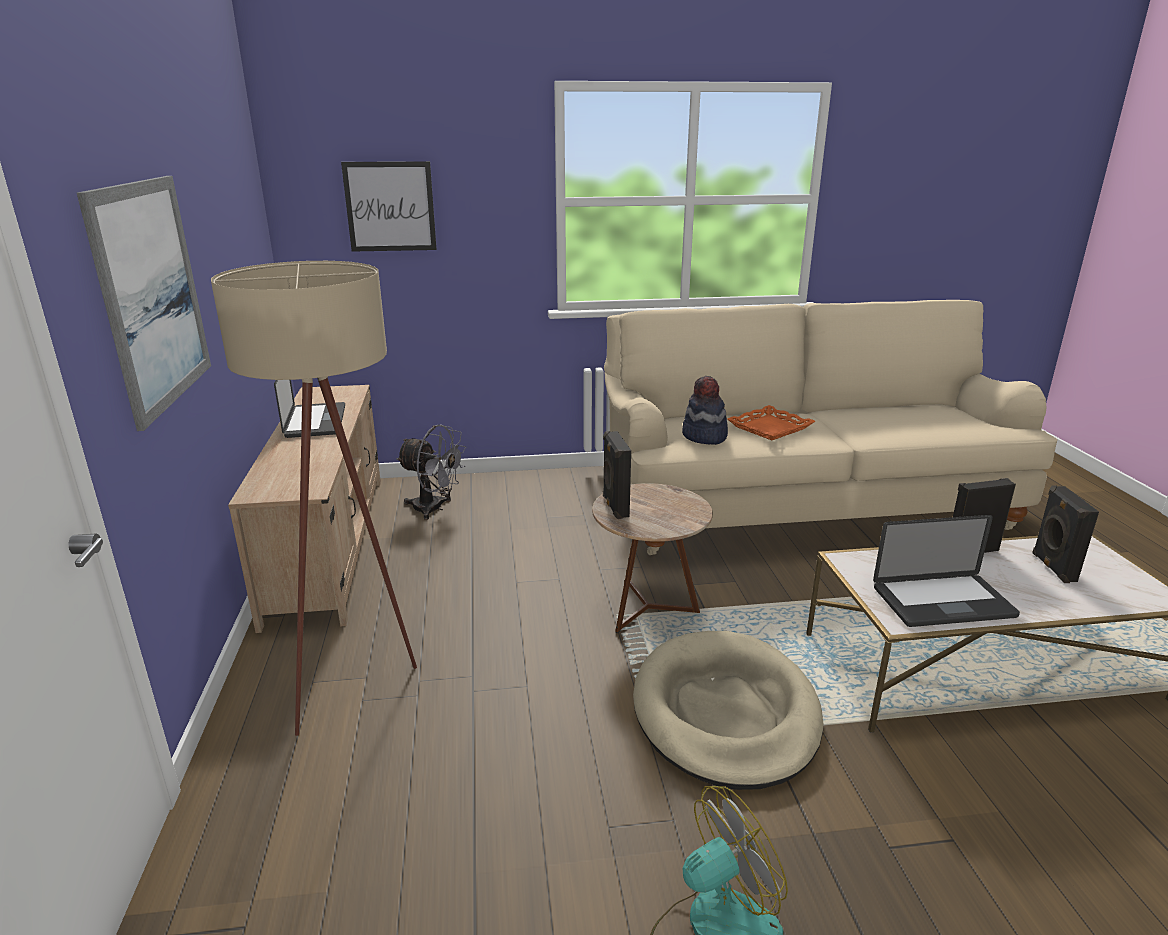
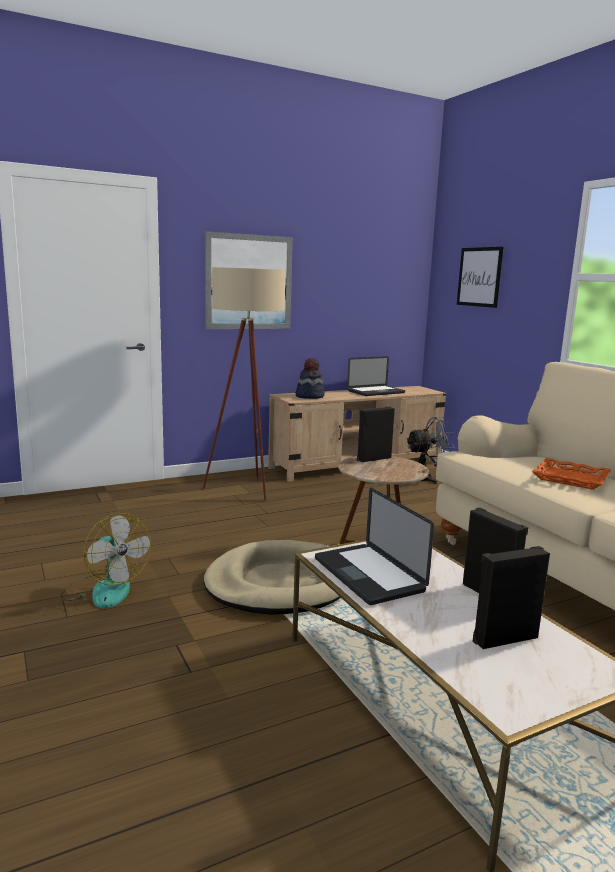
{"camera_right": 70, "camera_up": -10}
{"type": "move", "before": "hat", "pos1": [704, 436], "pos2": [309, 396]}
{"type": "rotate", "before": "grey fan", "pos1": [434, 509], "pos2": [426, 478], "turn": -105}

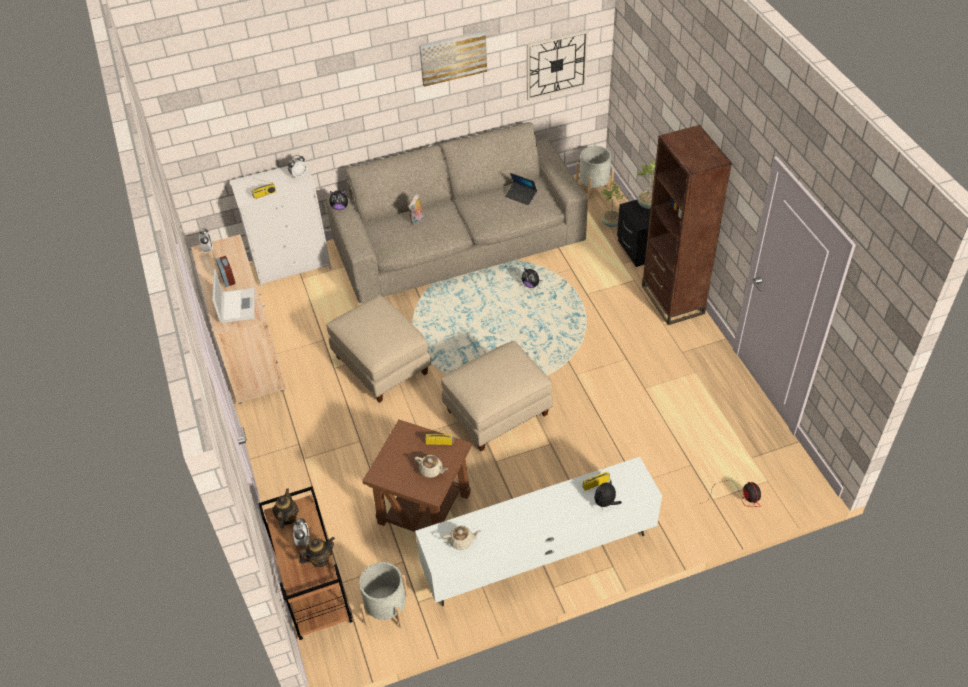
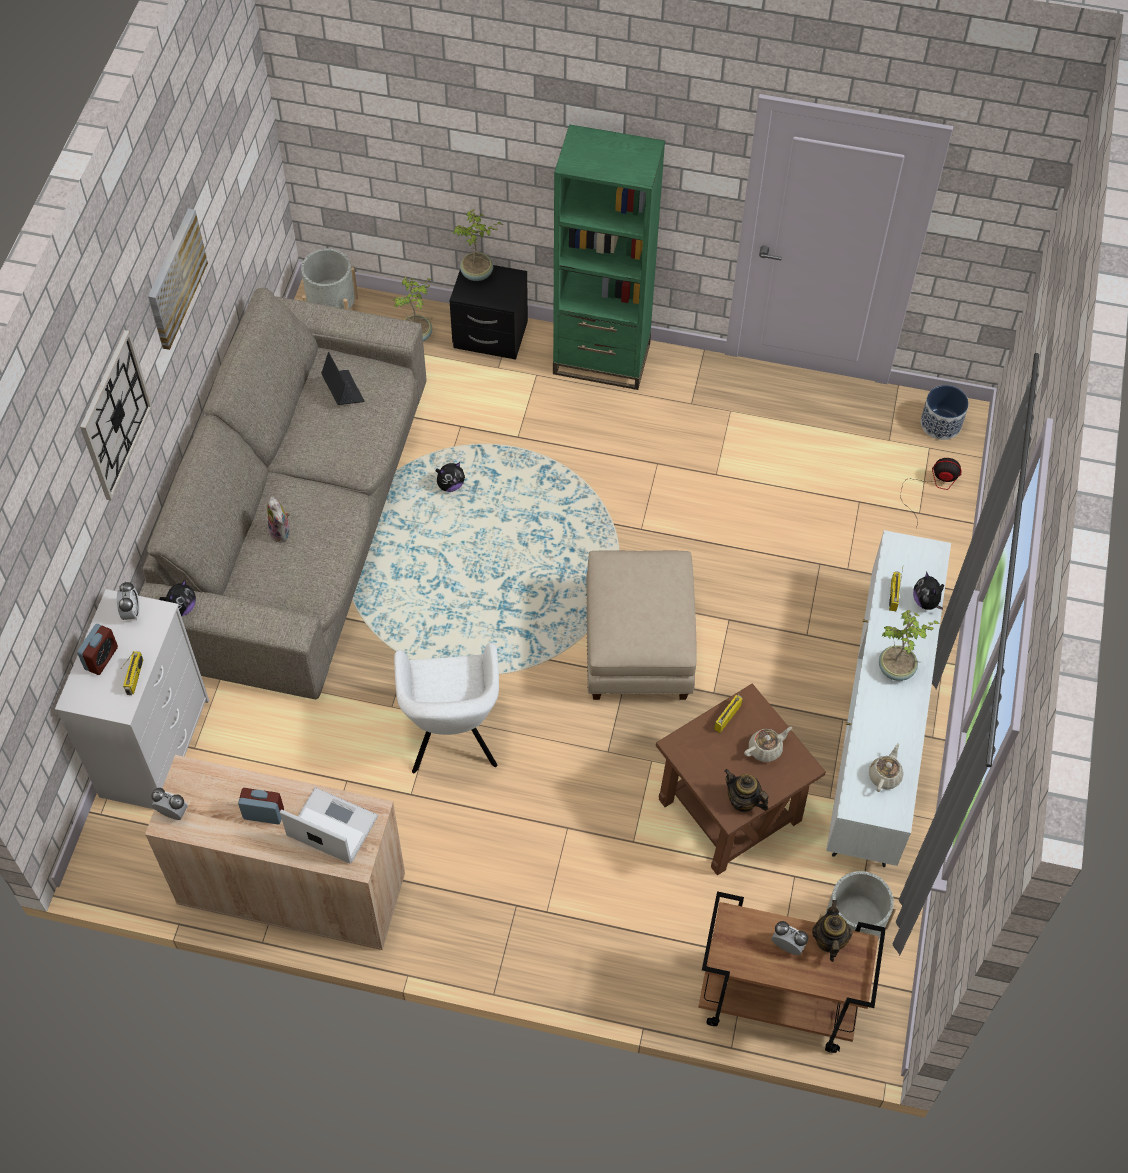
{"camera_right": -60, "camera_up": 10}
{"type": "insert", "after": "alarm clock", "pos2": [101, 658]}
{"type": "move", "before": "wall clock", "pos1": [556, 65], "pos2": [115, 415]}
{"type": "rotate", "before": "laptop", "pos1": [521, 196], "pos2": [343, 390], "turn": -90}
{"type": "replace", "before": "beige ottoman", "after": "white armchair", "pos1": [380, 365], "pos2": [452, 735]}
{"type": "recolor", "before": "brown bookcase", "after": "green bookcase", "pos1": [672, 300], "pos2": [601, 359]}
{"type": "move", "before": "teapot", "pos1": [287, 517], "pos2": [743, 801]}
{"type": "insert", "after": "potted plant", "pos2": [897, 669]}
{"type": "insert", "after": "planter", "pos2": [940, 424]}

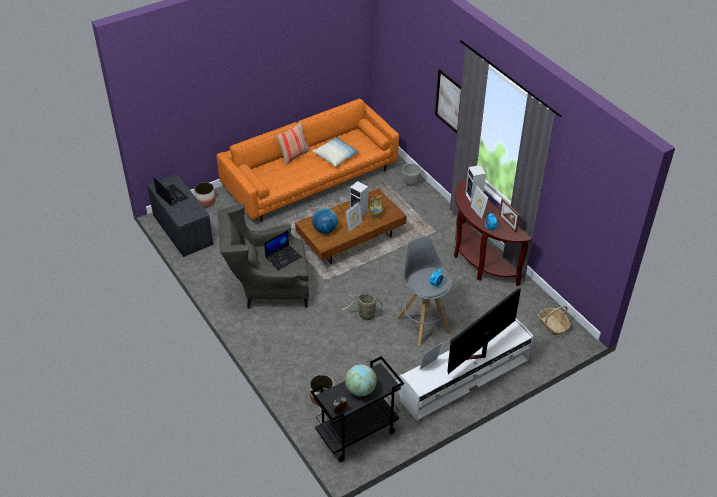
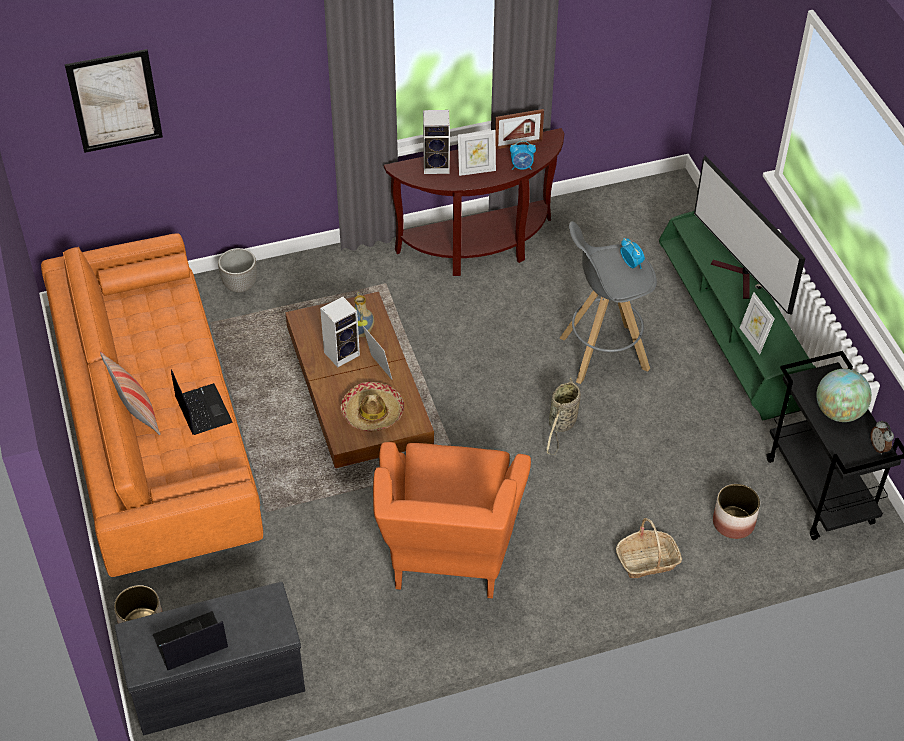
{"camera_right": -75, "camera_up": 5}
{"type": "move", "before": "picture", "pos1": [449, 102], "pos2": [115, 101]}
{"type": "move", "before": "laptop", "pos1": [283, 257], "pos2": [202, 409]}
{"type": "replace", "before": "globe", "after": "hat", "pos1": [325, 230], "pos2": [372, 413]}
{"type": "recolor", "before": "grey armchair", "after": "orange armchair", "pos1": [267, 288], "pos2": [449, 556]}
{"type": "move", "before": "basket", "pos1": [553, 325], "pos2": [647, 561]}
{"type": "recolor", "before": "white tv stand", "after": "green tv stand", "pos1": [462, 377], "pos2": [727, 334]}
{"type": "delete", "before": "pillow", "pos1": [336, 156]}

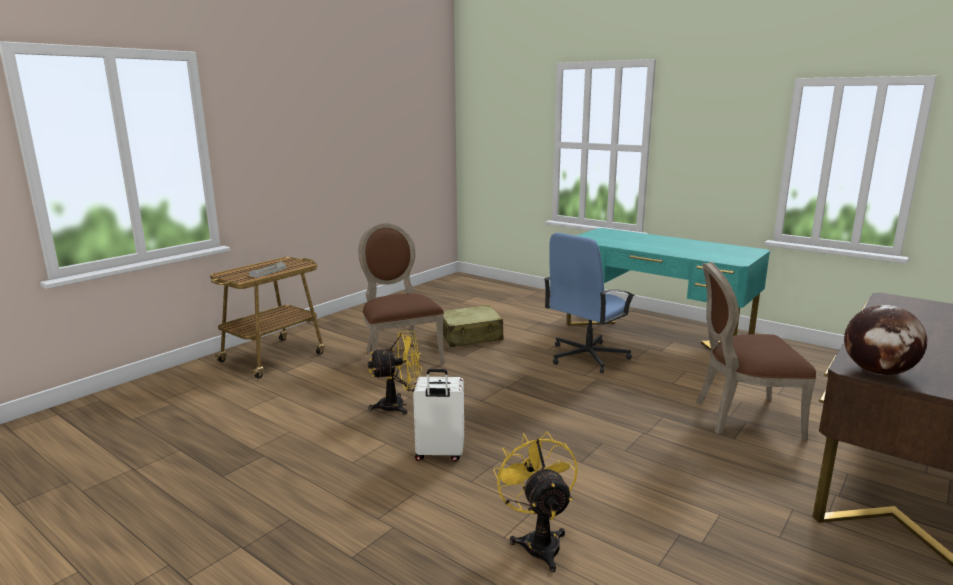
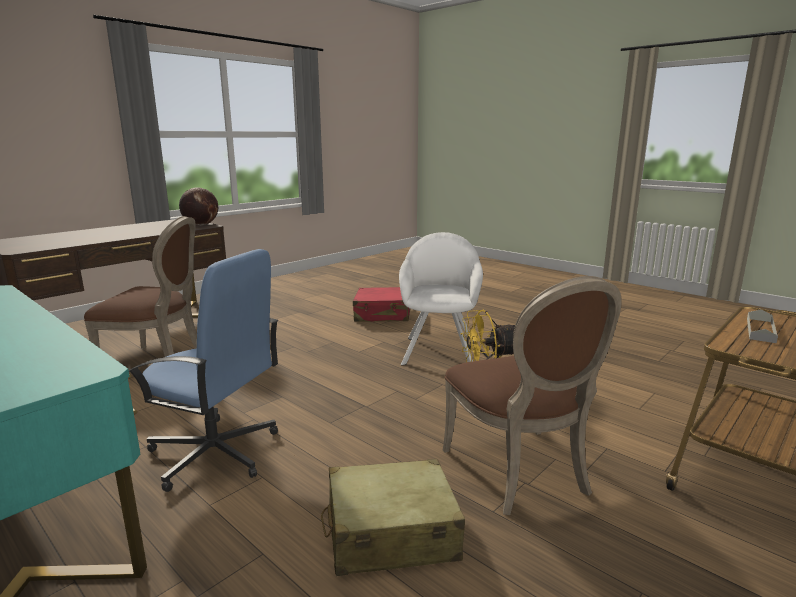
{"camera_right": -175, "camera_up": 0}
{"type": "rotate", "before": "blue office chair", "pos1": [586, 357], "pos2": [215, 453], "turn": 60}
{"type": "replace", "before": "yellow fan", "after": "red suitcase", "pos1": [538, 541], "pos2": [383, 314]}
{"type": "replace", "before": "white suitcase", "after": "white armchair", "pos1": [439, 454], "pos2": [439, 350]}

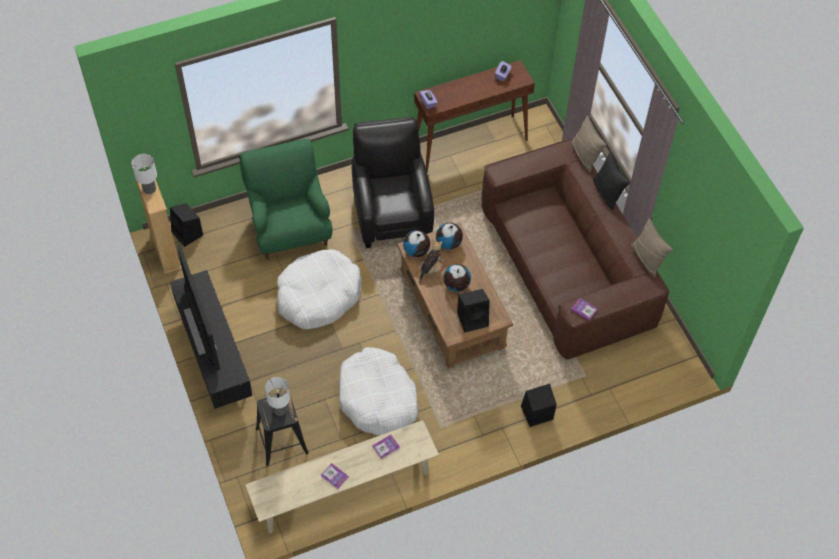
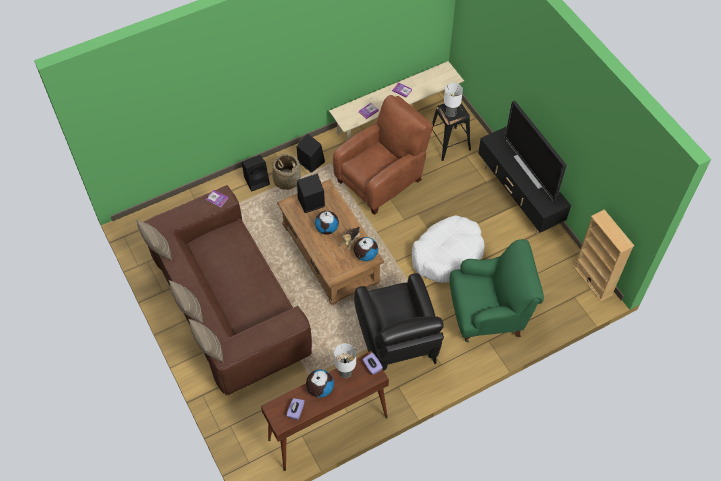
{"camera_right": 175, "camera_up": 0}
{"type": "recolor", "before": "black pillow", "after": "beige pillow", "pos1": [607, 192], "pos2": [189, 310]}
{"type": "insert", "after": "basket", "pos2": [287, 180]}
{"type": "move", "before": "black speaker", "pos1": [188, 234], "pos2": [310, 161]}
{"type": "move", "before": "globe", "pos1": [449, 243], "pos2": [320, 389]}
{"type": "replace", "before": "white dog bed", "after": "brown armchair", "pos1": [378, 398], "pos2": [382, 179]}
{"type": "move", "before": "table lamp", "pos1": [149, 189], "pos2": [345, 372]}
{"type": "rotate", "before": "green armchair", "pos1": [290, 228], "pos2": [488, 314], "turn": -75}

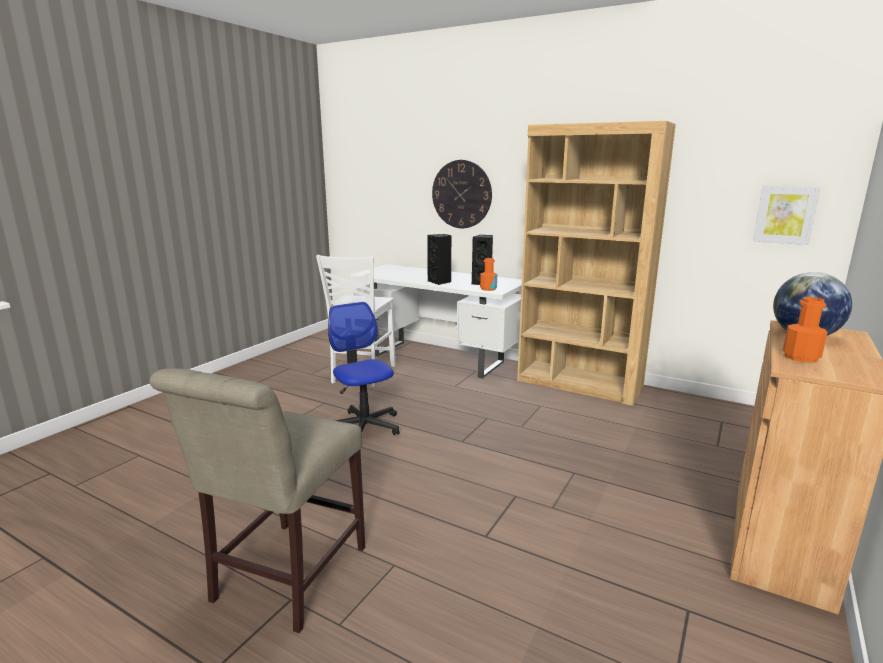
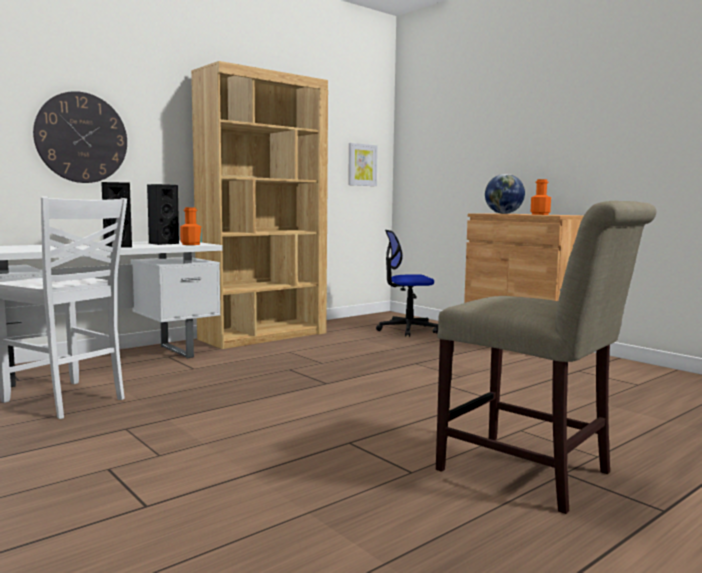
{"camera_right": -70, "camera_up": -10}
{"type": "move", "before": "office chair", "pos1": [364, 427], "pos2": [407, 330]}

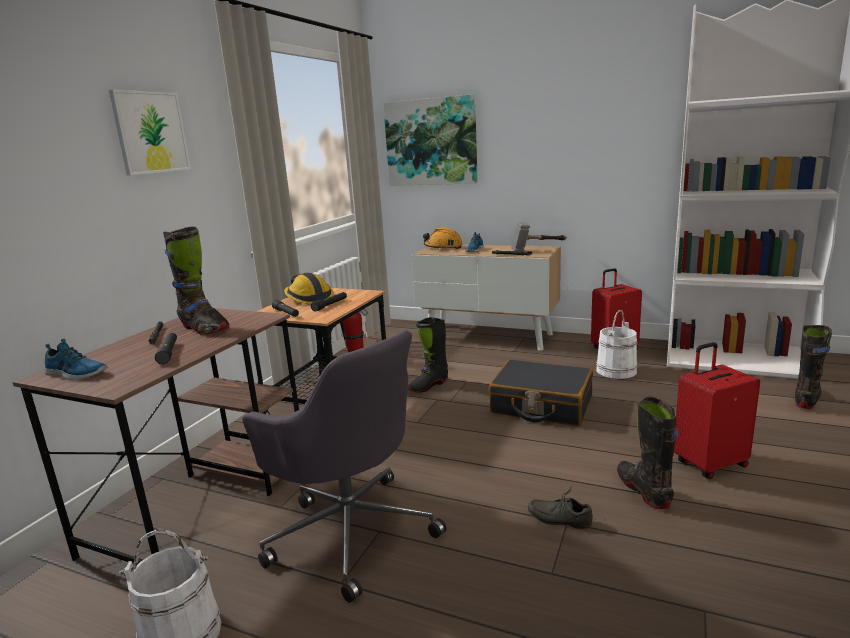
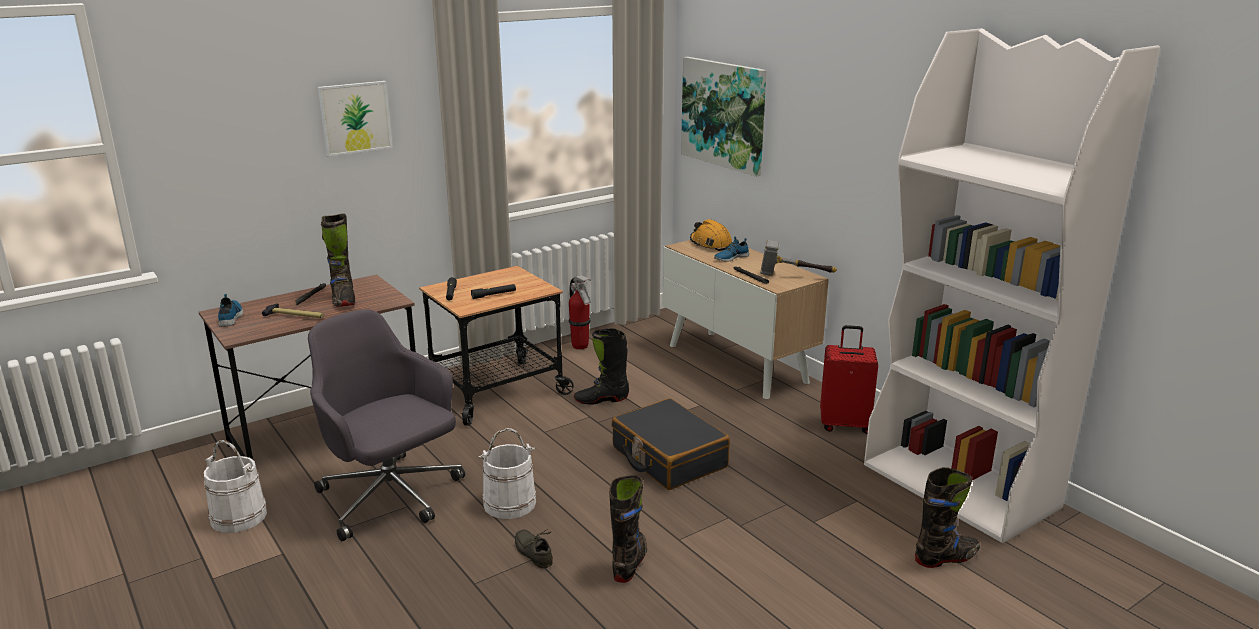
{"camera_right": 30, "camera_up": 5}
{"type": "rotate", "before": "shoe", "pos1": [75, 374], "pos2": [231, 317], "turn": -150}
{"type": "replace", "before": "black flashlight", "after": "hammer", "pos1": [168, 353], "pos2": [295, 316]}
{"type": "rotate", "before": "grey office chair", "pos1": [350, 530], "pos2": [391, 497], "turn": 150}
{"type": "move", "before": "white bucket", "pos1": [616, 370], "pos2": [509, 503]}
{"type": "delete", "before": "hard hat", "pos1": [308, 298]}
{"type": "delete", "before": "red suitcase", "pos1": [709, 464]}

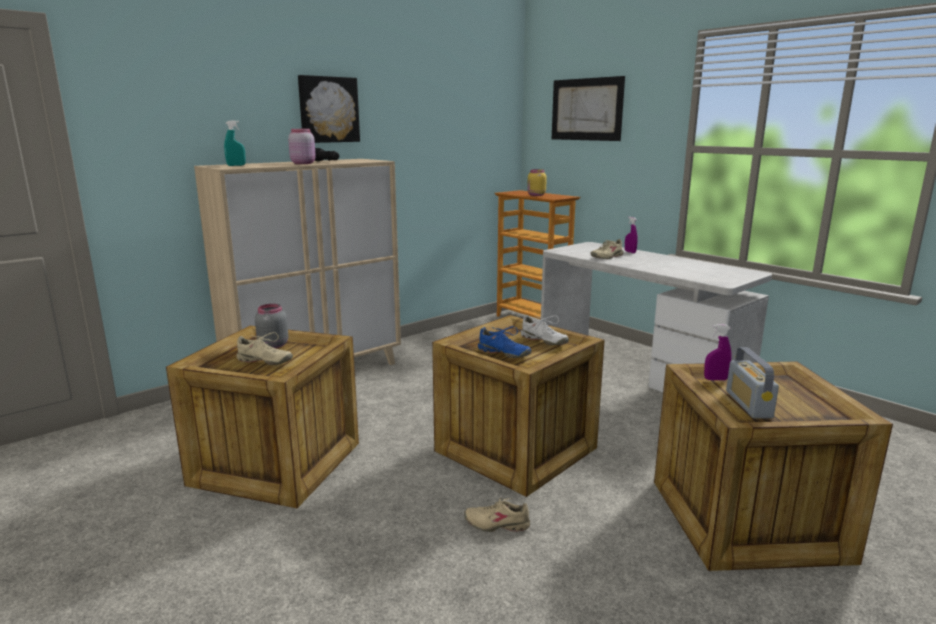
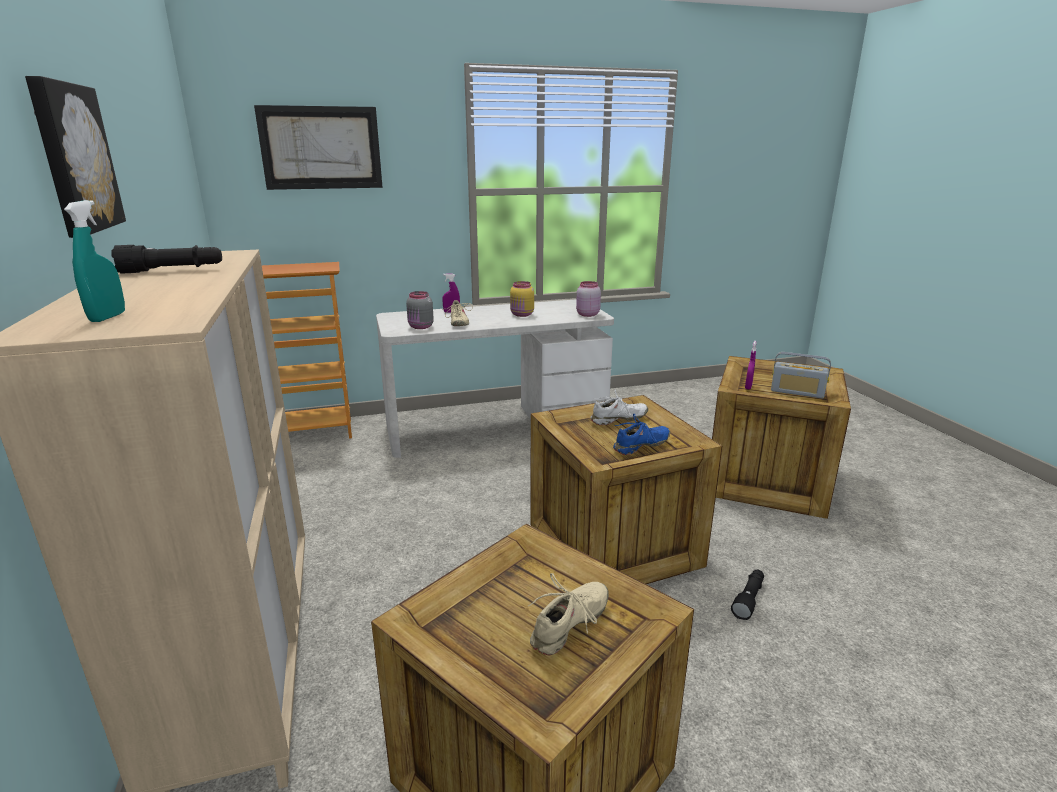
{"camera_right": -65, "camera_up": 5}
{"type": "move", "before": "grey jar", "pos1": [272, 345], "pos2": [420, 327]}
{"type": "move", "before": "yellow jar", "pos1": [536, 195], "pos2": [522, 315]}
{"type": "move", "before": "pink jar", "pos1": [303, 163], "pos2": [587, 314]}
{"type": "replace", "before": "beige shoe", "after": "black flashlight", "pos1": [497, 524], "pos2": [749, 599]}

